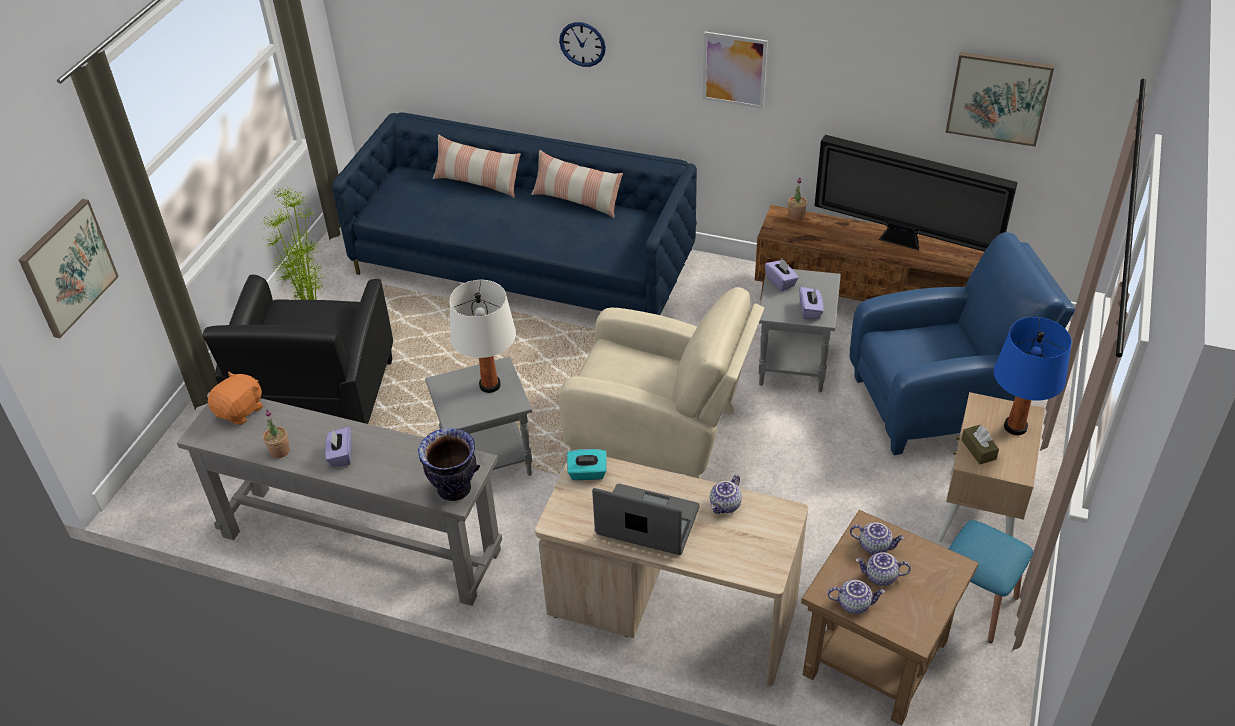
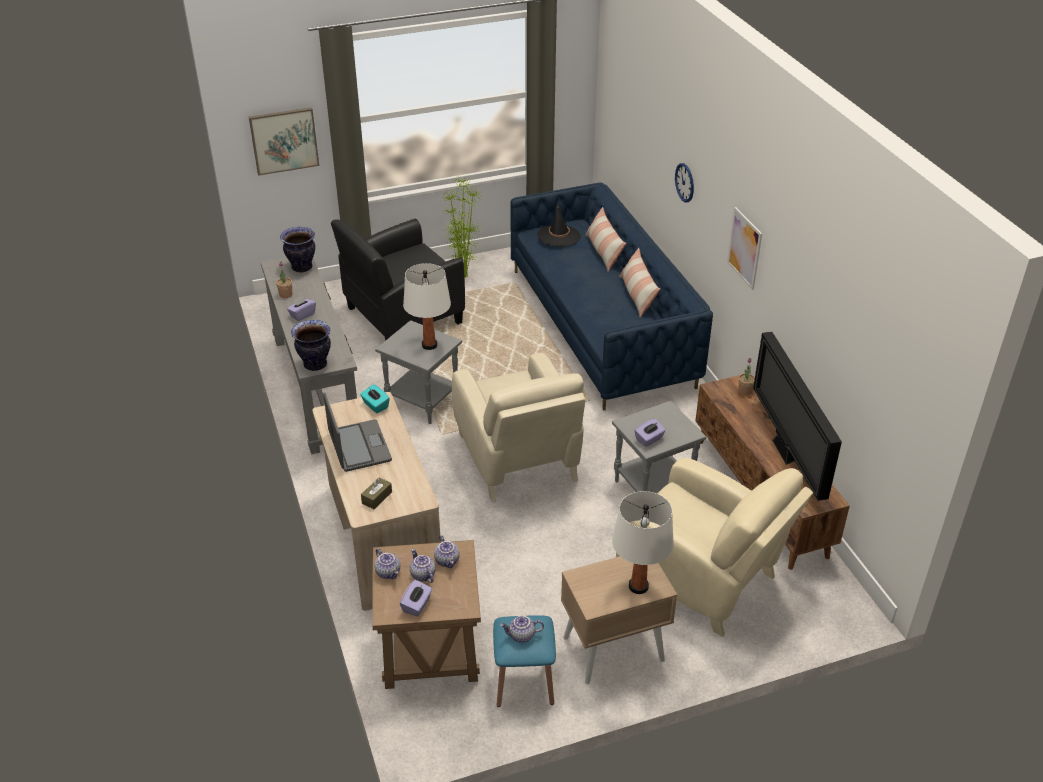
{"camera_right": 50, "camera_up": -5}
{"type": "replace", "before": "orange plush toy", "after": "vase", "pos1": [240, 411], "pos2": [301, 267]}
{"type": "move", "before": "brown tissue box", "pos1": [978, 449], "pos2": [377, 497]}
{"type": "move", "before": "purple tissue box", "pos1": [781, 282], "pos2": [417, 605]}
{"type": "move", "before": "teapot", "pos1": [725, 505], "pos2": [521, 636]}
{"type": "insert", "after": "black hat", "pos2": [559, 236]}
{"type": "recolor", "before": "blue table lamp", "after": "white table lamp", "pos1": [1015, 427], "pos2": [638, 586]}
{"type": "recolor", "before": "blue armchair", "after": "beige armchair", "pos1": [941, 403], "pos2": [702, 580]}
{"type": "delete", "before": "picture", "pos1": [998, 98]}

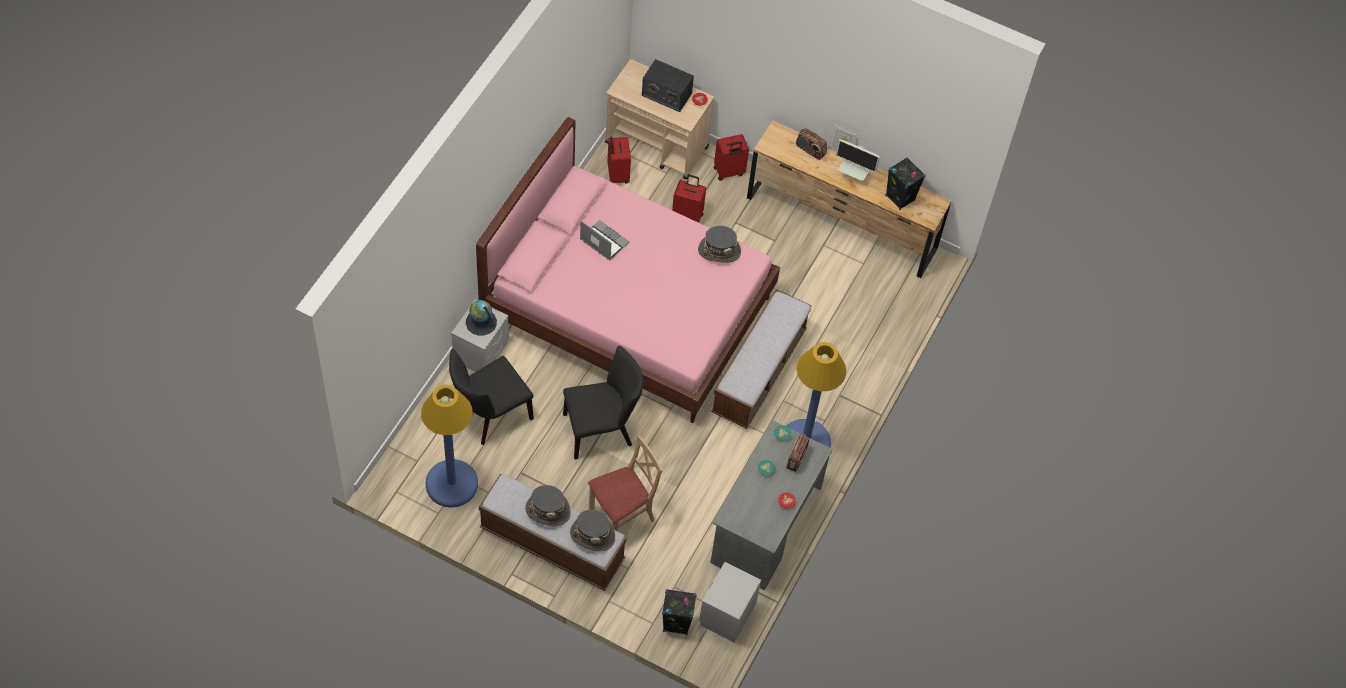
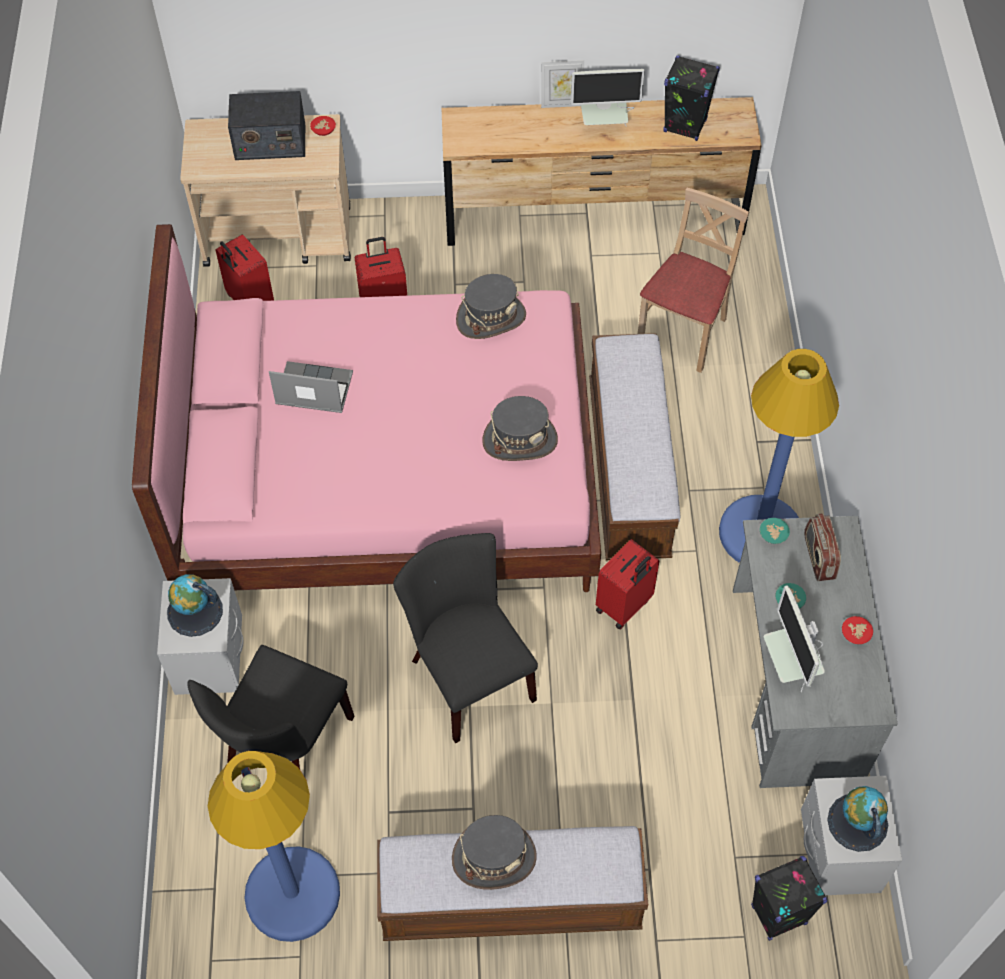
{"camera_right": -25, "camera_up": 0}
{"type": "rotate", "before": "black chair", "pos1": [602, 429], "pos2": [467, 674], "turn": -75}
{"type": "move", "before": "grey hat", "pos1": [592, 535], "pos2": [520, 440]}
{"type": "move", "before": "red suitcase", "pos1": [729, 172], "pos2": [624, 606]}
{"type": "move", "before": "beige chair", "pos1": [622, 516], "pos2": [684, 333]}
{"type": "insert", "after": "monitor", "pos2": [791, 667]}
{"type": "insert", "after": "globe", "pos2": [857, 822]}
{"type": "delete", "before": "radio", "pos1": [810, 150]}

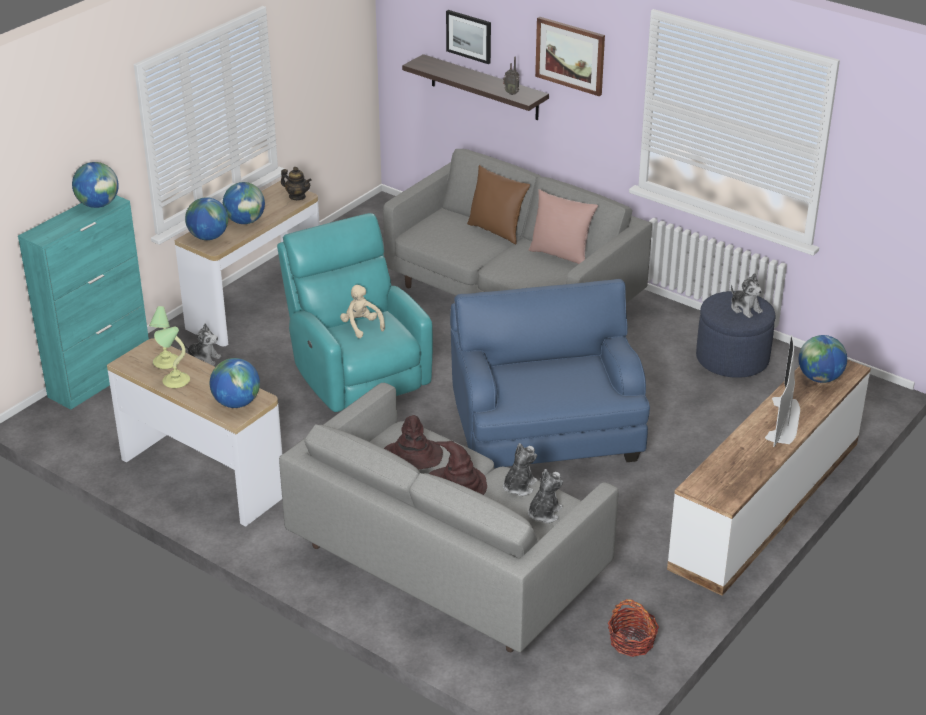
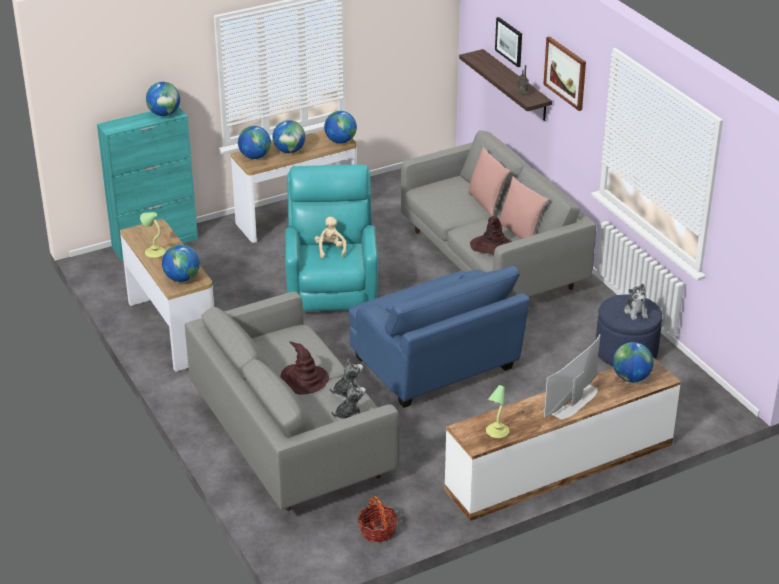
{"camera_right": 25, "camera_up": 0}
{"type": "replace", "before": "teapot", "after": "globe", "pos1": [297, 197], "pos2": [340, 141]}
{"type": "rotate", "before": "blue armchair", "pos1": [546, 430], "pos2": [436, 365], "turn": 135}
{"type": "recolor", "before": "brown pillow", "after": "pink pillow", "pos1": [497, 231], "pos2": [486, 203]}
{"type": "move", "before": "brown hat", "pos1": [411, 457], "pos2": [491, 246]}
{"type": "move", "before": "table lamp", "pos1": [166, 363], "pos2": [496, 432]}
{"type": "delete", "before": "plush toy", "pos1": [204, 359]}

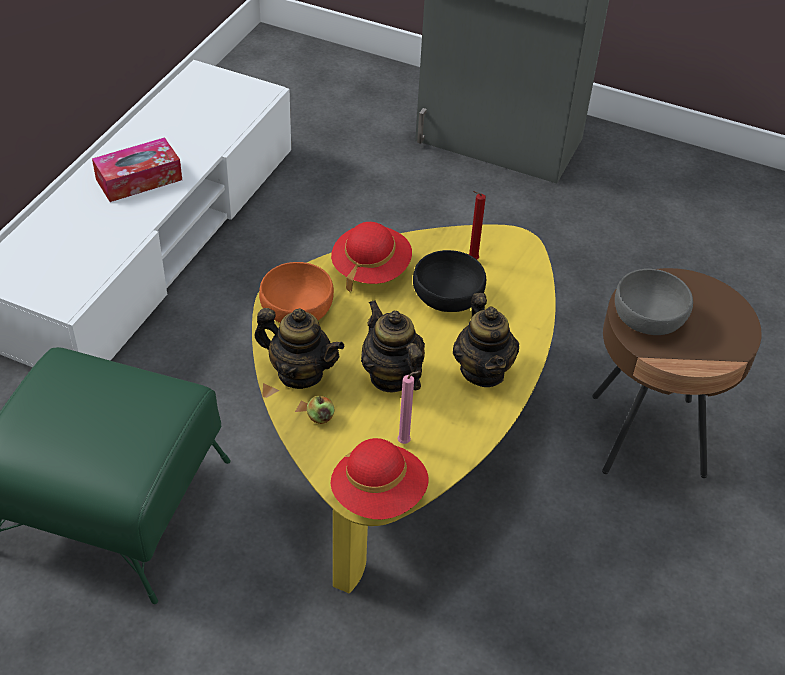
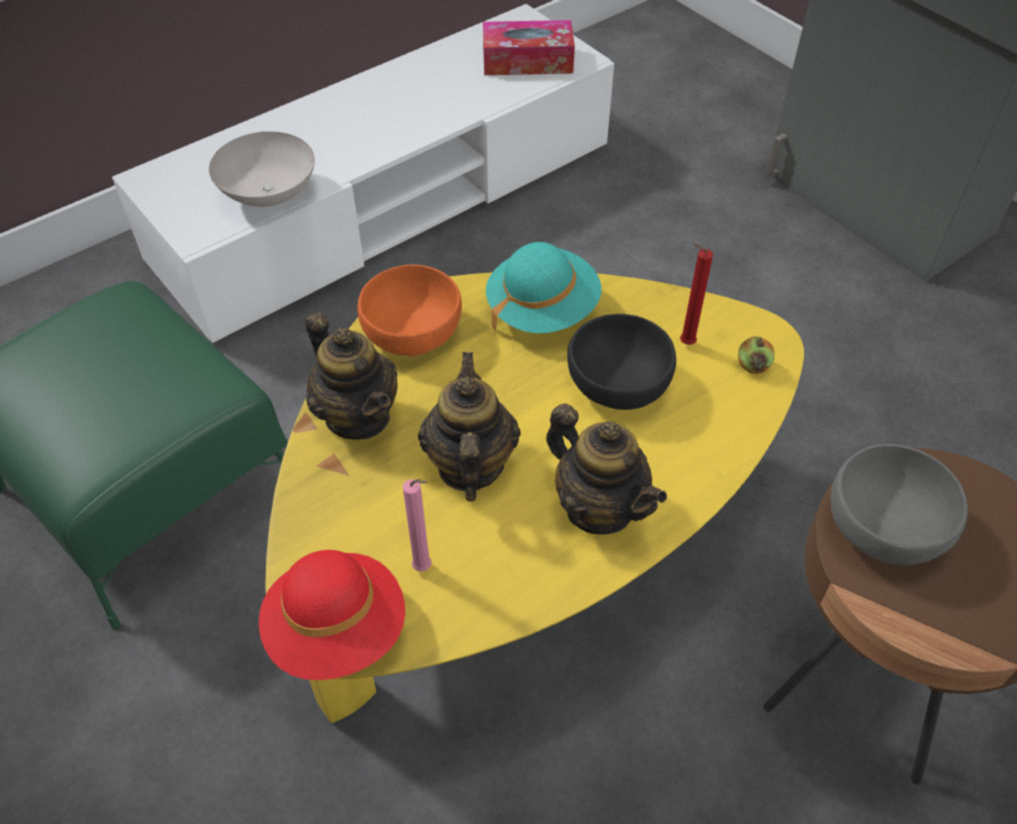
{"camera_right": 30, "camera_up": 5}
{"type": "insert", "after": "white bowl", "pos2": [270, 195]}
{"type": "move", "before": "tissue box", "pos1": [139, 179], "pos2": [527, 61]}
{"type": "recolor", "before": "red hat", "after": "turquoise hat", "pos1": [371, 268], "pos2": [542, 309]}
{"type": "rotate", "before": "teapot", "pos1": [483, 371], "pos2": [599, 507], "turn": -60}
{"type": "move", "before": "apple", "pos1": [320, 417], "pos2": [752, 366]}

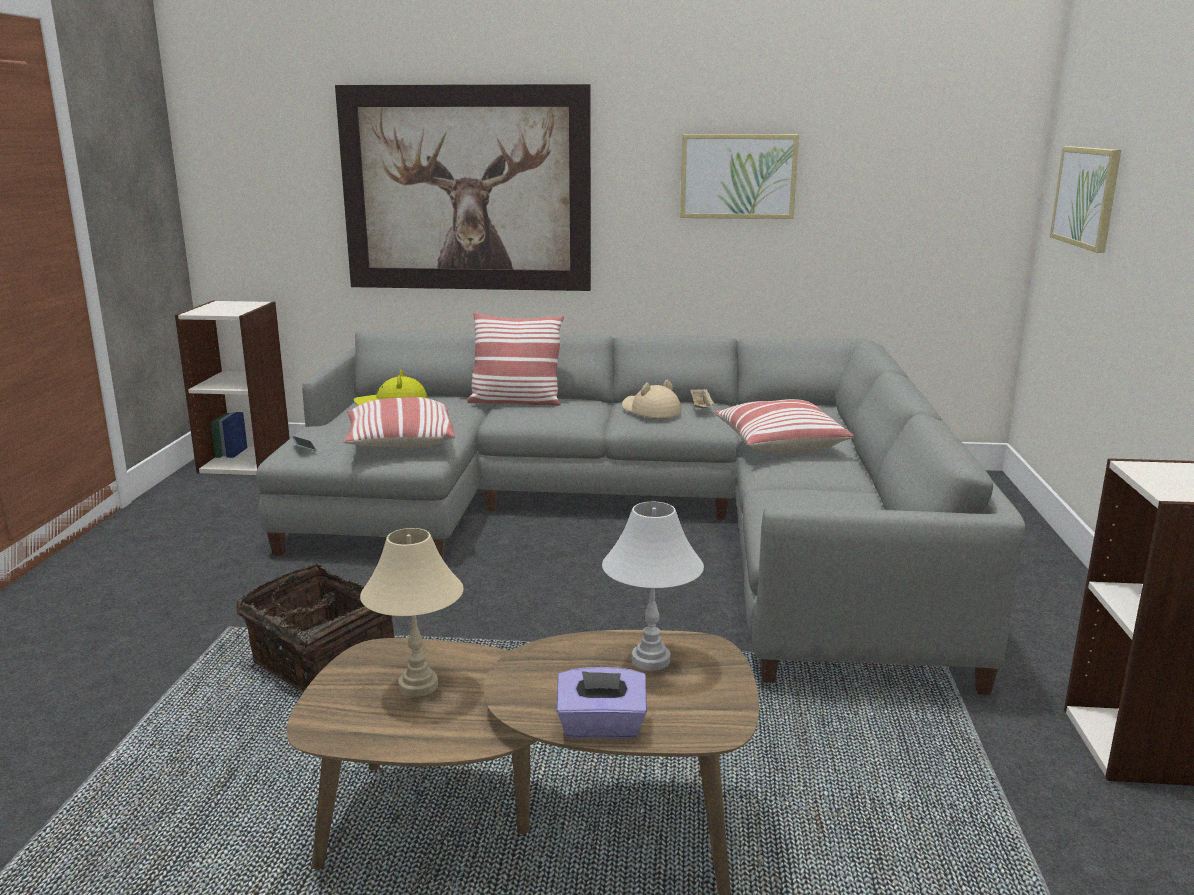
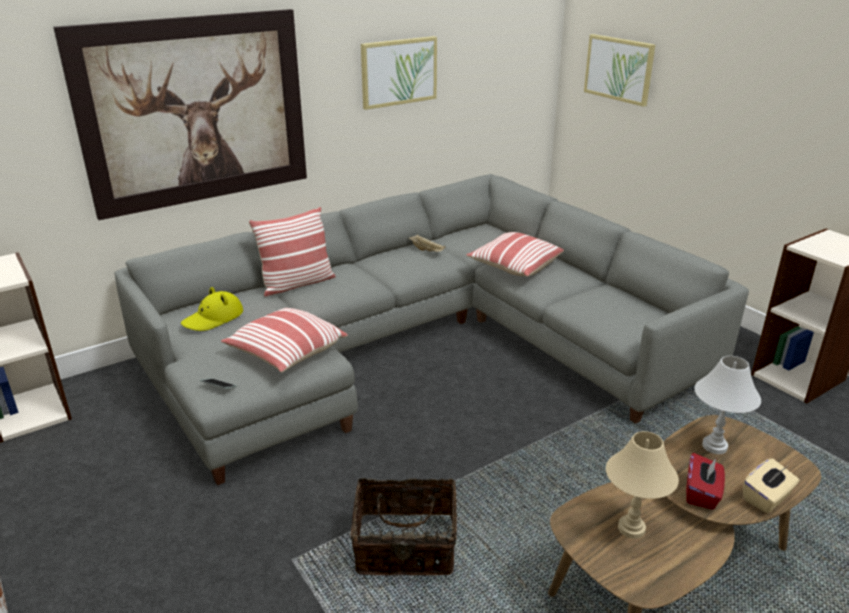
{"camera_right": -40, "camera_up": 10}
{"type": "insert", "after": "red tissue box", "pos2": [702, 493]}
{"type": "recolor", "before": "purple tissue box", "after": "beige tissue box", "pos1": [601, 727], "pos2": [766, 498]}
{"type": "delete", "before": "beige hat", "pos1": [650, 411]}

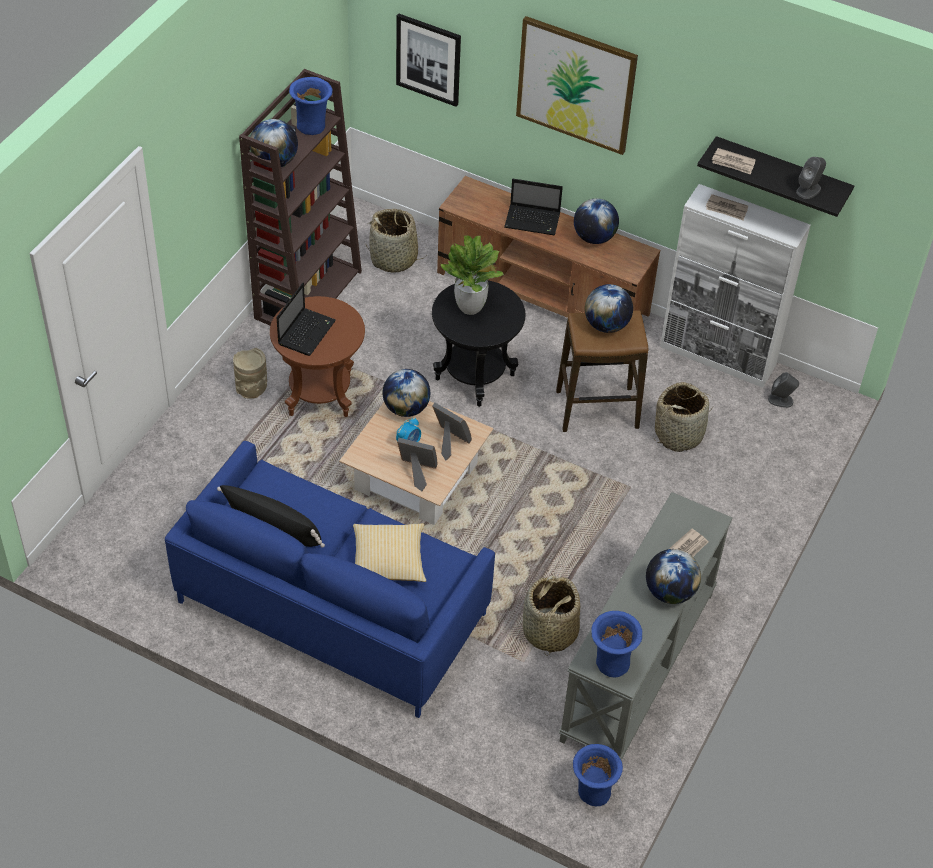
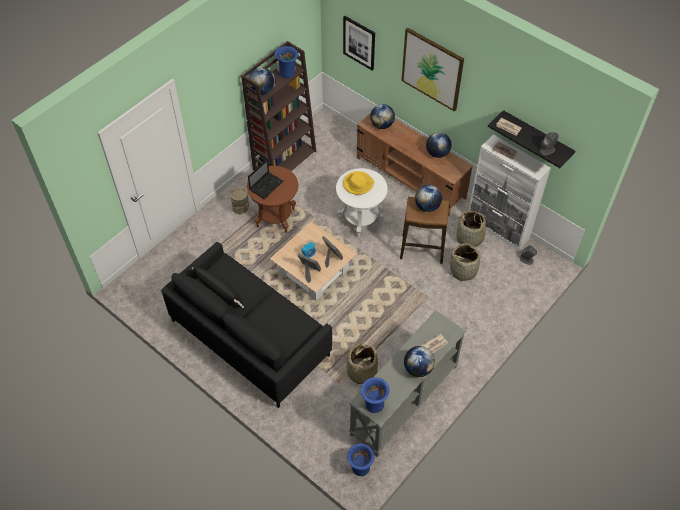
{"camera_right": 15, "camera_up": 5}
{"type": "recolor", "before": "blue sofa", "after": "black sofa", "pos1": [332, 607], "pos2": [250, 337]}
{"type": "recolor", "before": "black side table", "after": "white side table", "pos1": [475, 377], "pos2": [360, 220]}
{"type": "replace", "before": "potted plant", "after": "yellow hat", "pos1": [470, 307], "pos2": [358, 184]}
{"type": "move", "before": "globe", "pos1": [406, 408], "pos2": [382, 125]}
{"type": "move", "before": "basket", "pos1": [394, 259], "pos2": [470, 238]}
{"type": "delete", "before": "pillow", "pos1": [388, 561]}
{"type": "delete", "before": "laptop", "pos1": [533, 221]}

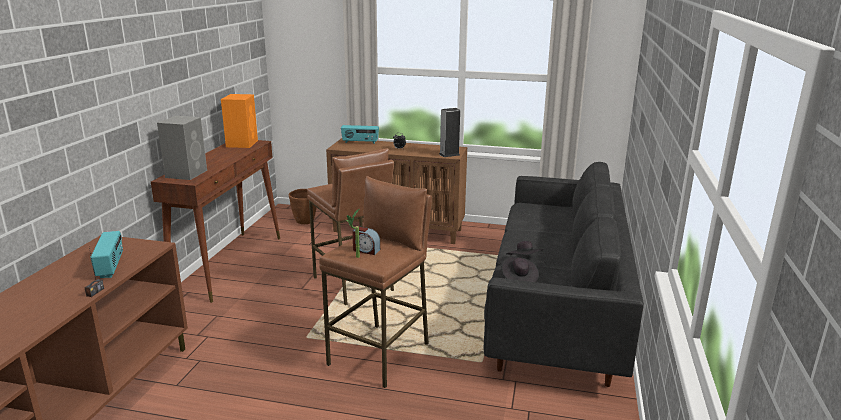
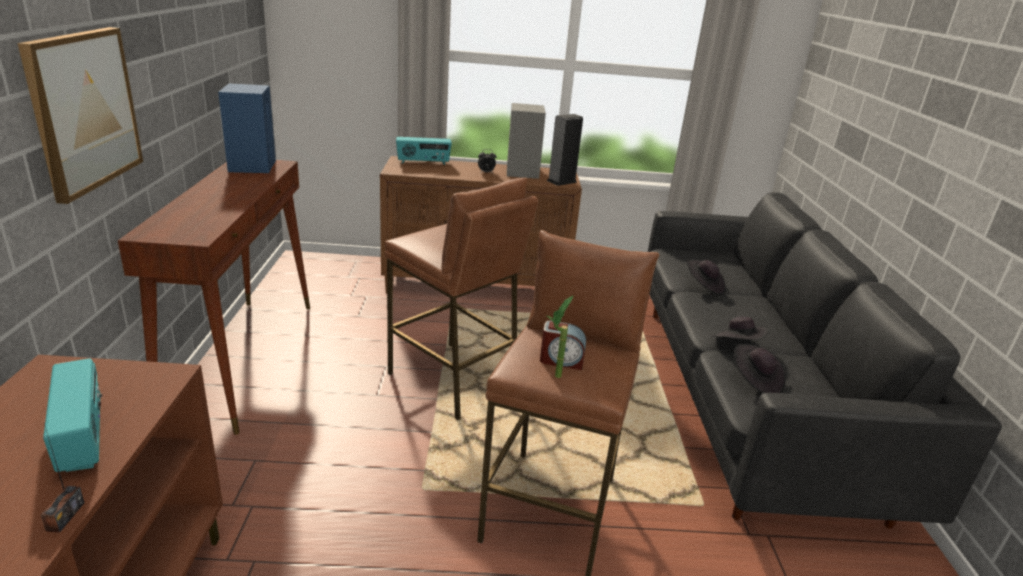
{"camera_right": -15, "camera_up": 5}
{"type": "insert", "after": "picture", "pos2": [84, 110]}
{"type": "recolor", "before": "orange speaker", "after": "blue speaker", "pos1": [242, 143], "pos2": [252, 165]}
{"type": "move", "before": "grey speaker", "pos1": [187, 173], "pos2": [522, 171]}
{"type": "insert", "after": "black hat", "pos2": [703, 286]}
{"type": "delete", "before": "brown planter", "pos1": [305, 222]}

